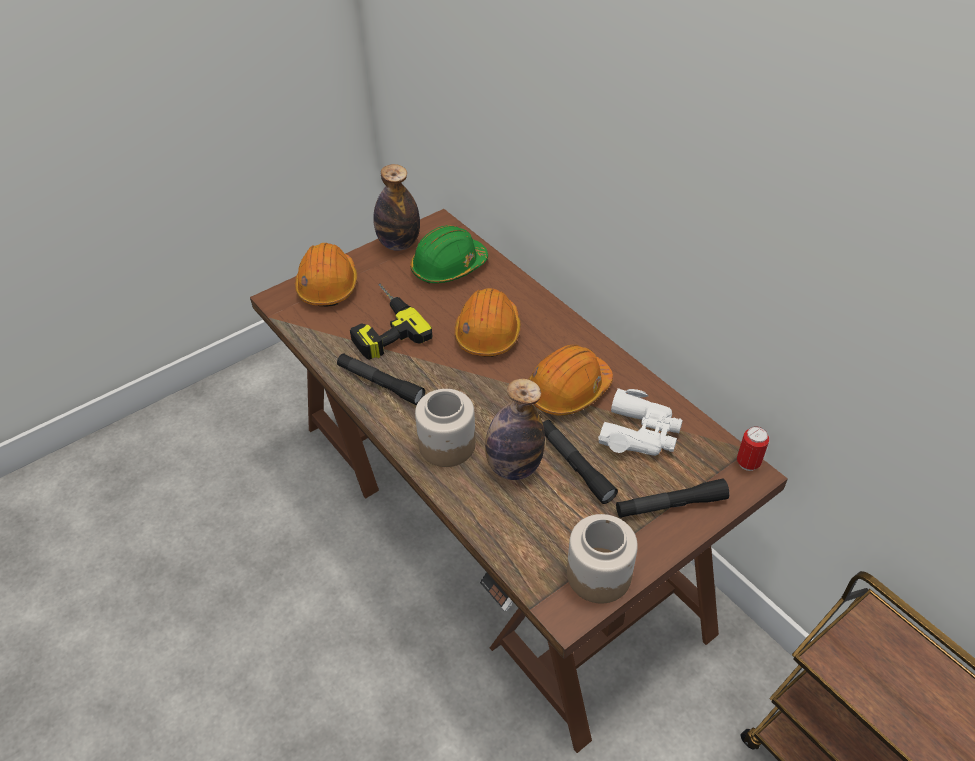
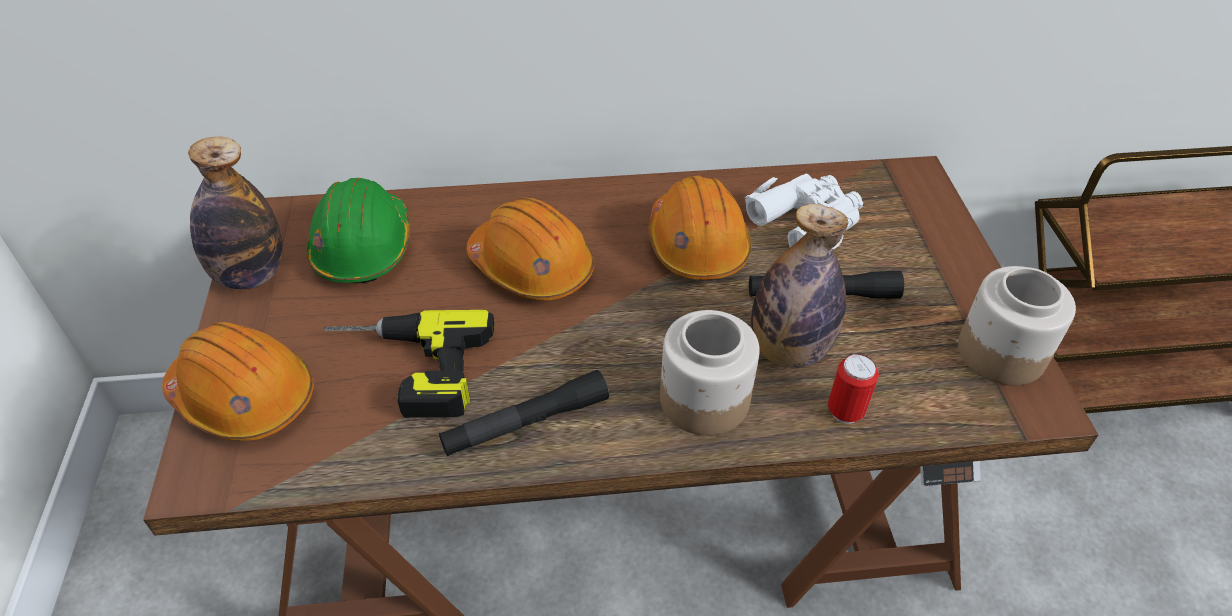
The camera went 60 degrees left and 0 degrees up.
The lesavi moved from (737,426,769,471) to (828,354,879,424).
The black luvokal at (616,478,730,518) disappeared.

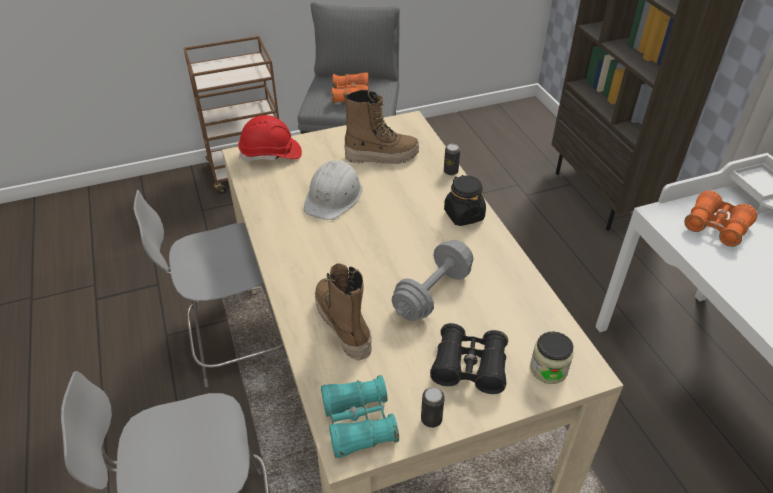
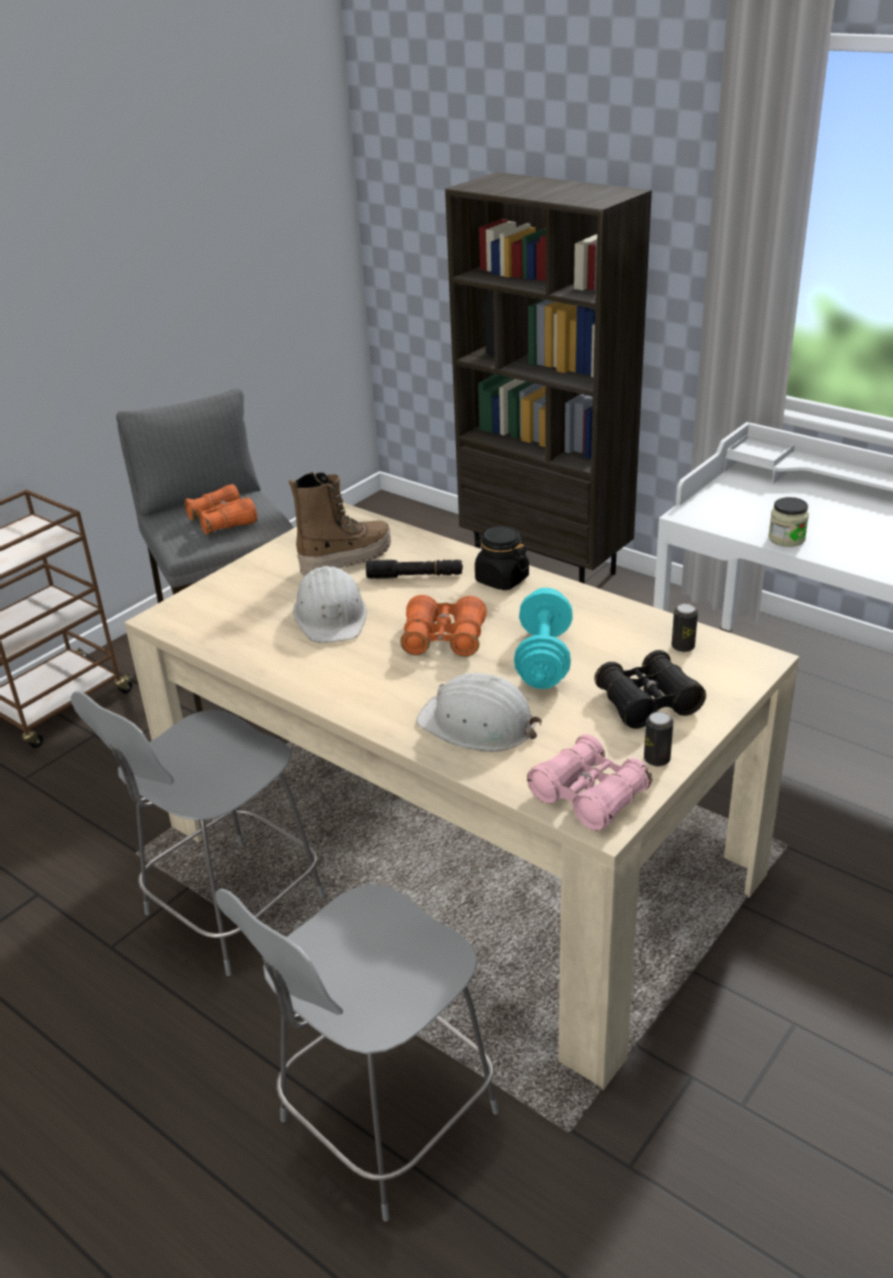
The camera went 30 degrees left and 10 degrees down.
The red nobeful at (238,115,302,162) disappeared.
The lesavi moved from (444,144,460,175) to (672,603,698,652).
The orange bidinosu moved from (684,191,757,247) to (400,595,487,657).
The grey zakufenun at (392,240,474,321) became the turquoise zakufenun at (514,588,573,689).
The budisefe at (315,263,372,361) was replaced by the white nobeful at (416,673,551,752).
The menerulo moved from (530,332,573,384) to (768,497,809,547).
The turquoise bidinosu at (321,375,399,458) became the pink bidinosu at (527,734,652,831).
The black luvokal at (366,559,463,579) appeared.

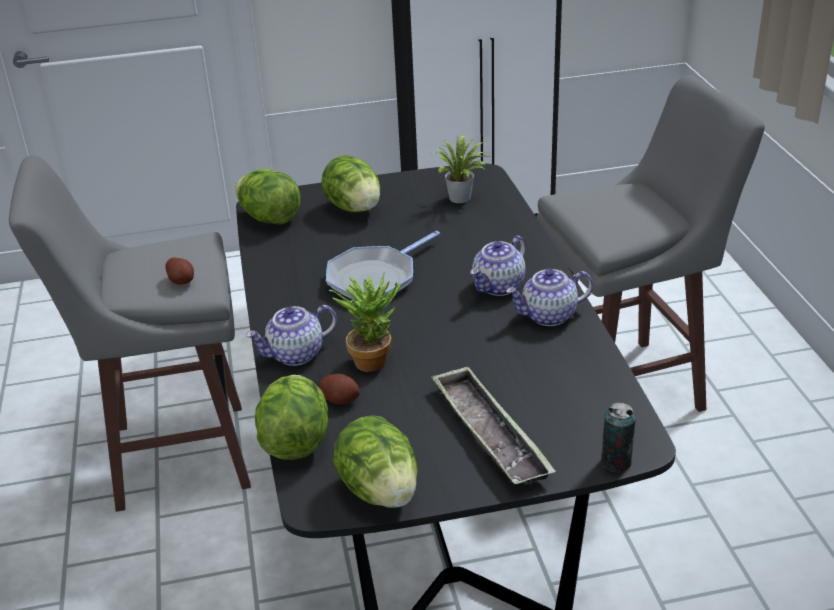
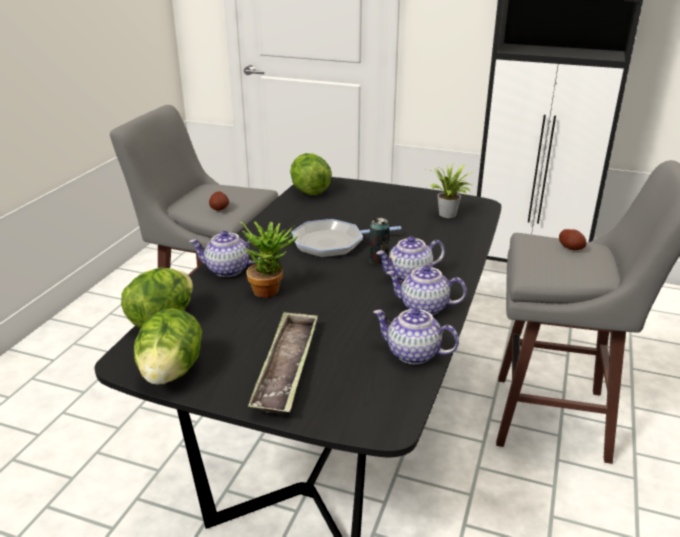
The camera went 30 degrees right and 5 degrees down.
The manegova at (321,155,380,213) disappeared.
The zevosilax moved from (318,374,360,405) to (559,229,587,250).
The lesavi moved from (601,402,636,472) to (369,218,390,265).
The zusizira at (374,308,459,364) appeared.

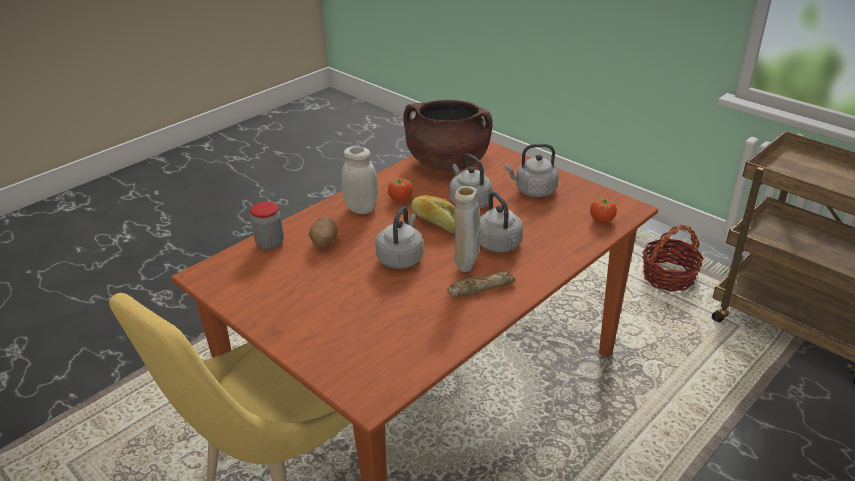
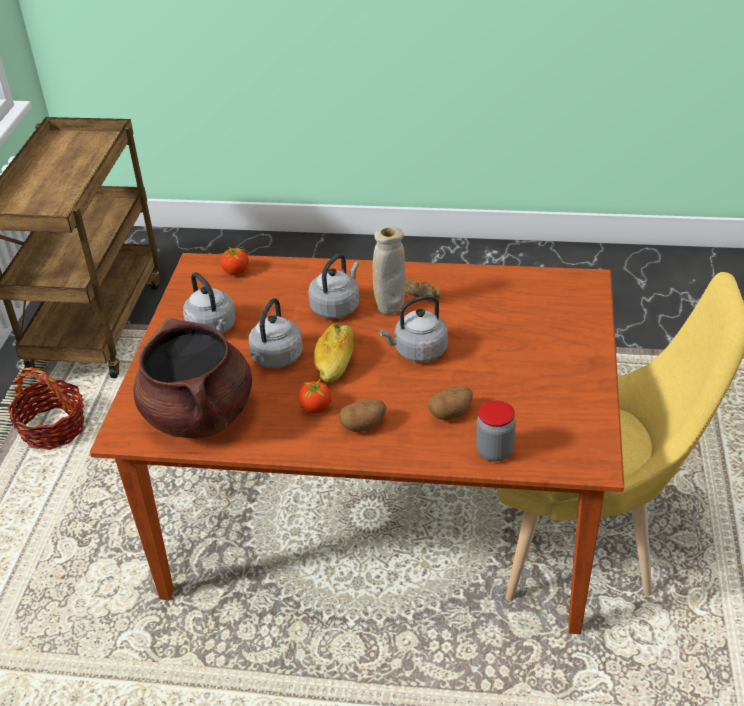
The camera went 125 degrees left and 5 degrees up.
The white menerulo at (342,146,378,214) was replaced by the zevosilax at (339,399,387,432).

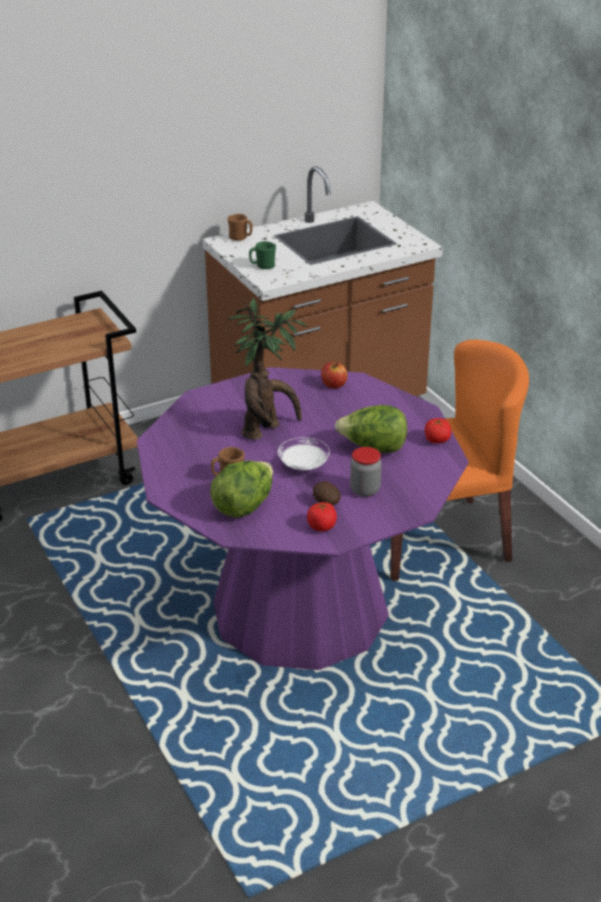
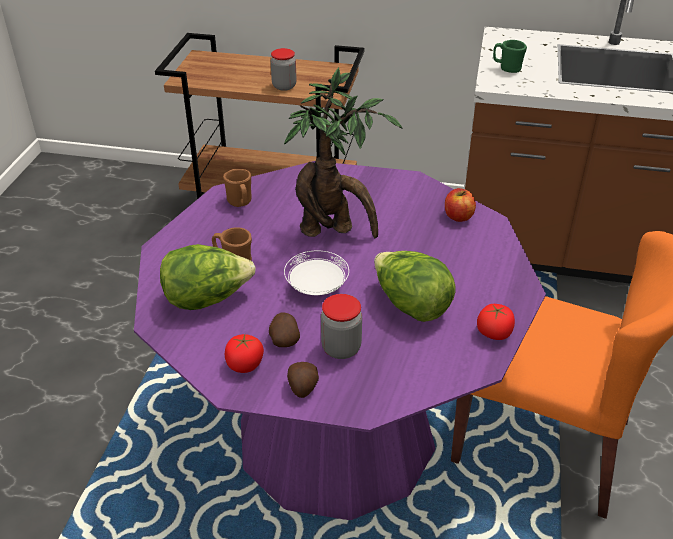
The camera went 40 degrees right and 5 degrees up.
The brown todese moved from (228,214,253,241) to (223,169,252,207).
The menerulo at (271,48,297,91) appeared.
The zevosilax at (287,362,319,398) appeared.

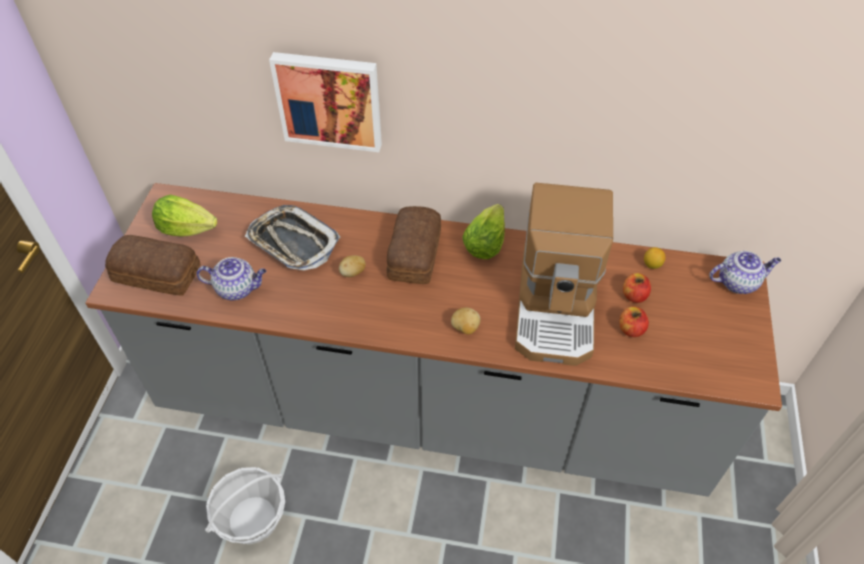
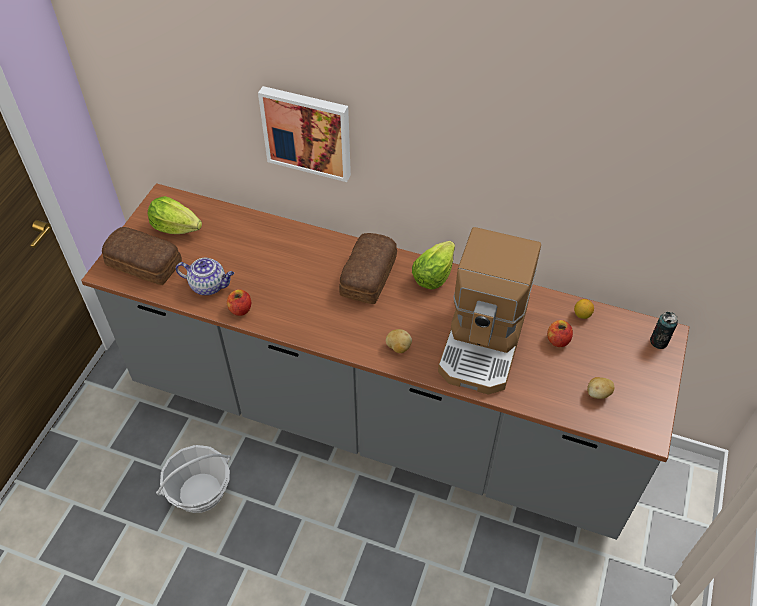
The camera went 10 degrees right and 0 degrees up.
The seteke at (245,205,340,271) disappeared.
The zusizira at (709,251,781,294) was replaced by the lesavi at (650,312,678,349).
The zevosilax moved from (339,256,366,277) to (587,377,614,399).
The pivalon moved from (619,306,649,337) to (227,289,251,316).

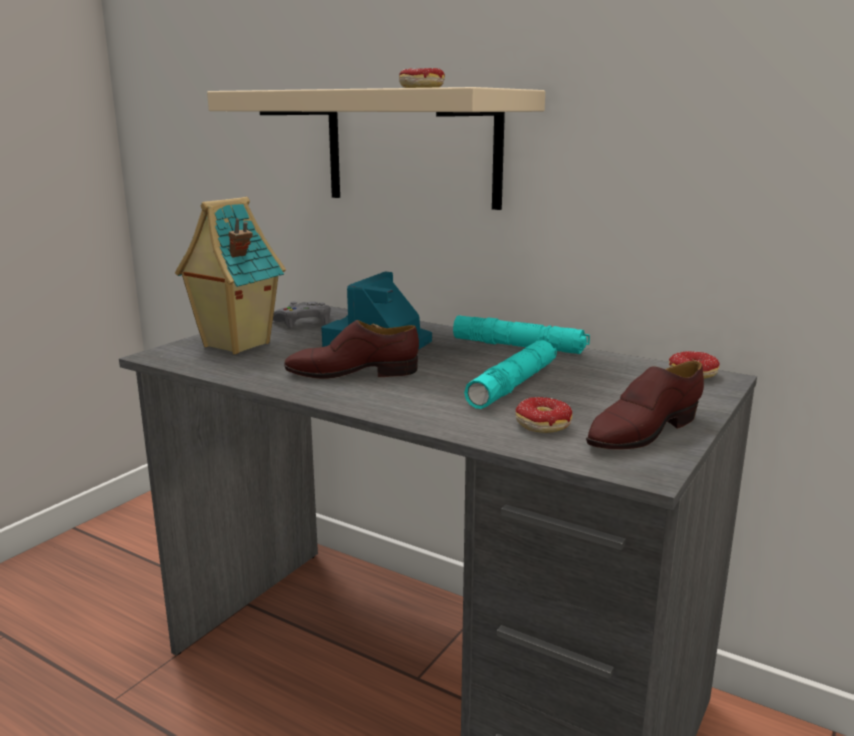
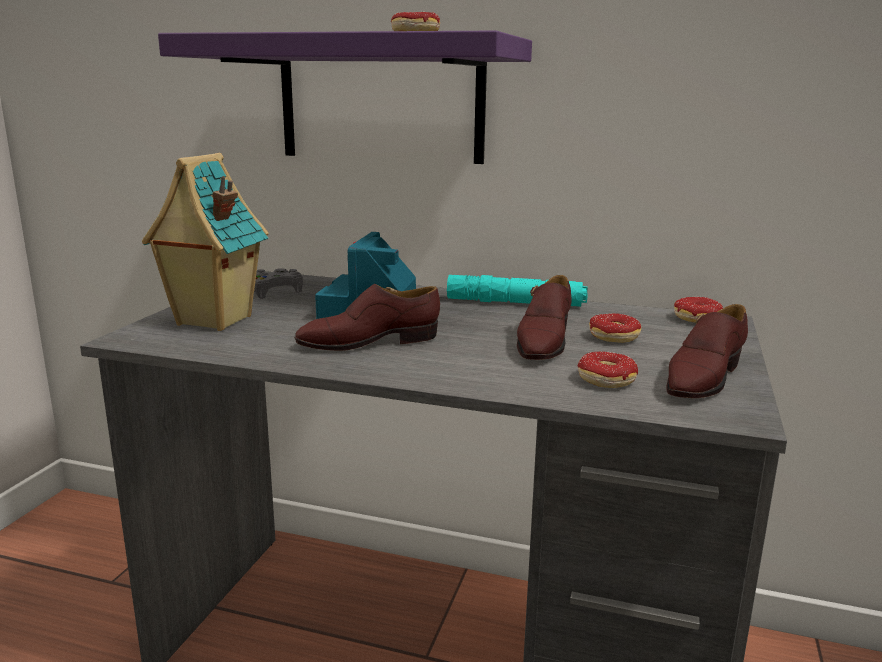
The camera went 15 degrees left and 0 degrees up.
The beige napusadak at (207,87,545,210) became the purple napusadak at (158,31,532,164).
The turquoise luvokal at (464,340,557,409) was replaced by the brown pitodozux at (517,275,572,360).
The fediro at (589,313,641,343) appeared.

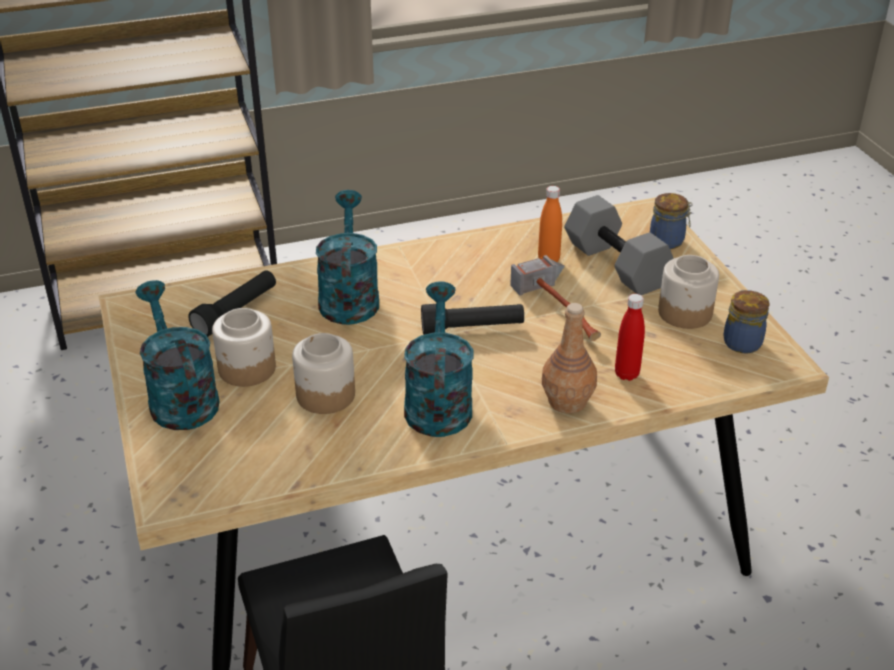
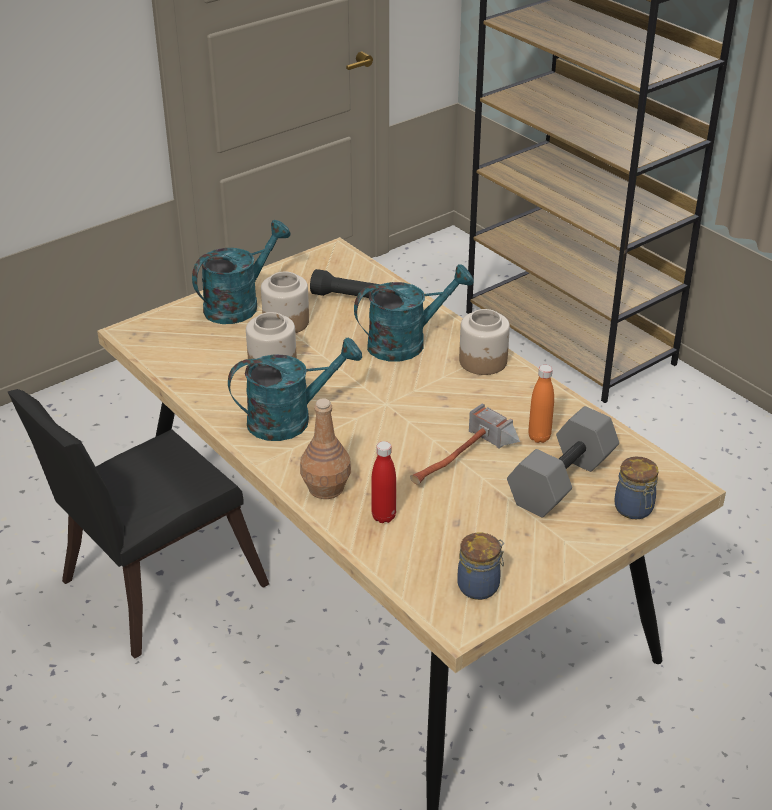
The camera went 70 degrees right and 0 degrees up.
The menerulo moved from (658,255,719,329) to (459,309,510,375).
The black luvokal at (421,304,524,335) disappeared.

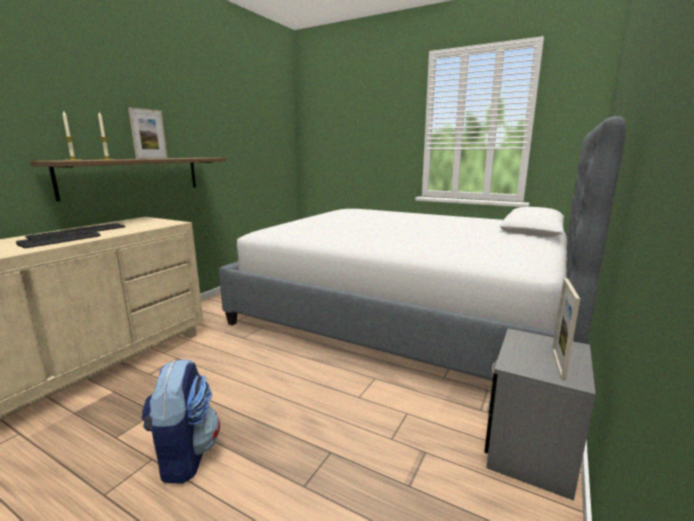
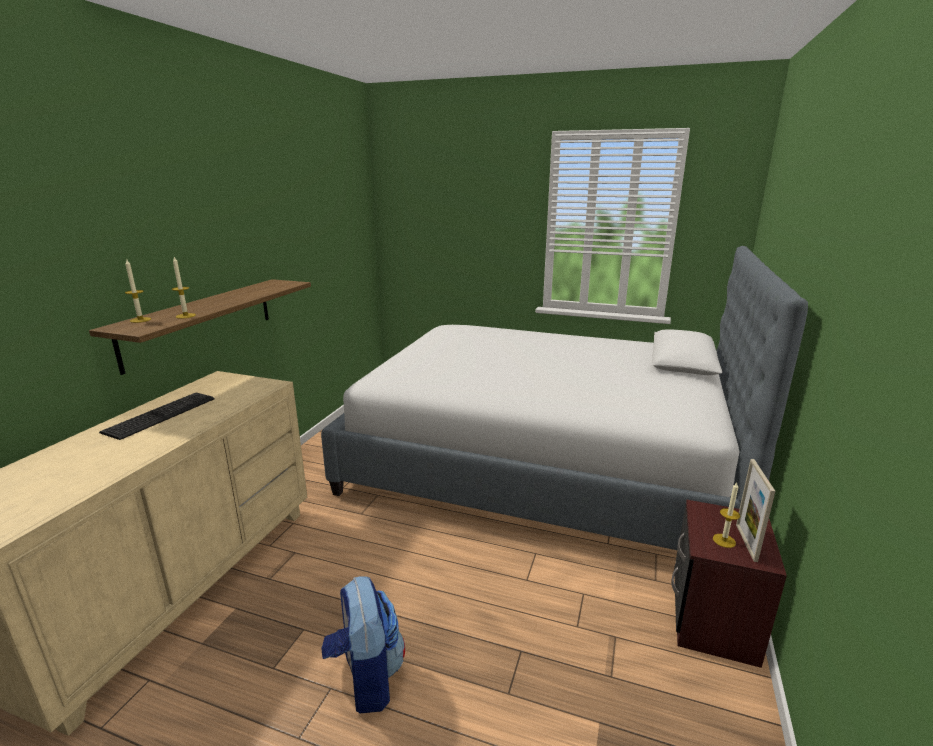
The camera went 10 degrees left and 5 degrees up.
The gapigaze at (128,107,168,159) disappeared.
The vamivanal at (16,230,101,248) disappeared.
The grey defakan at (484,328,596,500) became the brown defakan at (671,500,787,668).
The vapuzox at (713,483,740,548) appeared.

